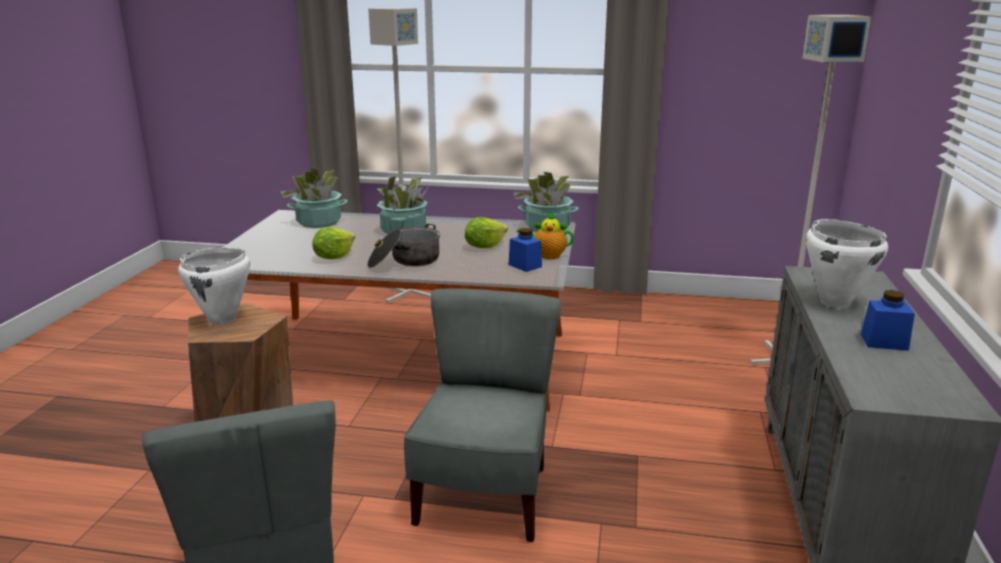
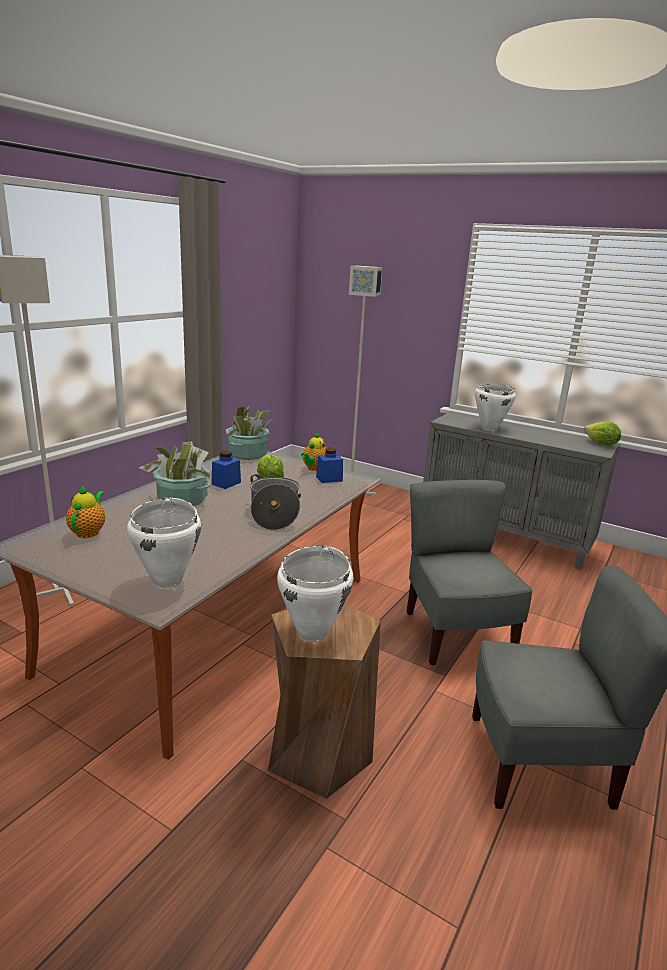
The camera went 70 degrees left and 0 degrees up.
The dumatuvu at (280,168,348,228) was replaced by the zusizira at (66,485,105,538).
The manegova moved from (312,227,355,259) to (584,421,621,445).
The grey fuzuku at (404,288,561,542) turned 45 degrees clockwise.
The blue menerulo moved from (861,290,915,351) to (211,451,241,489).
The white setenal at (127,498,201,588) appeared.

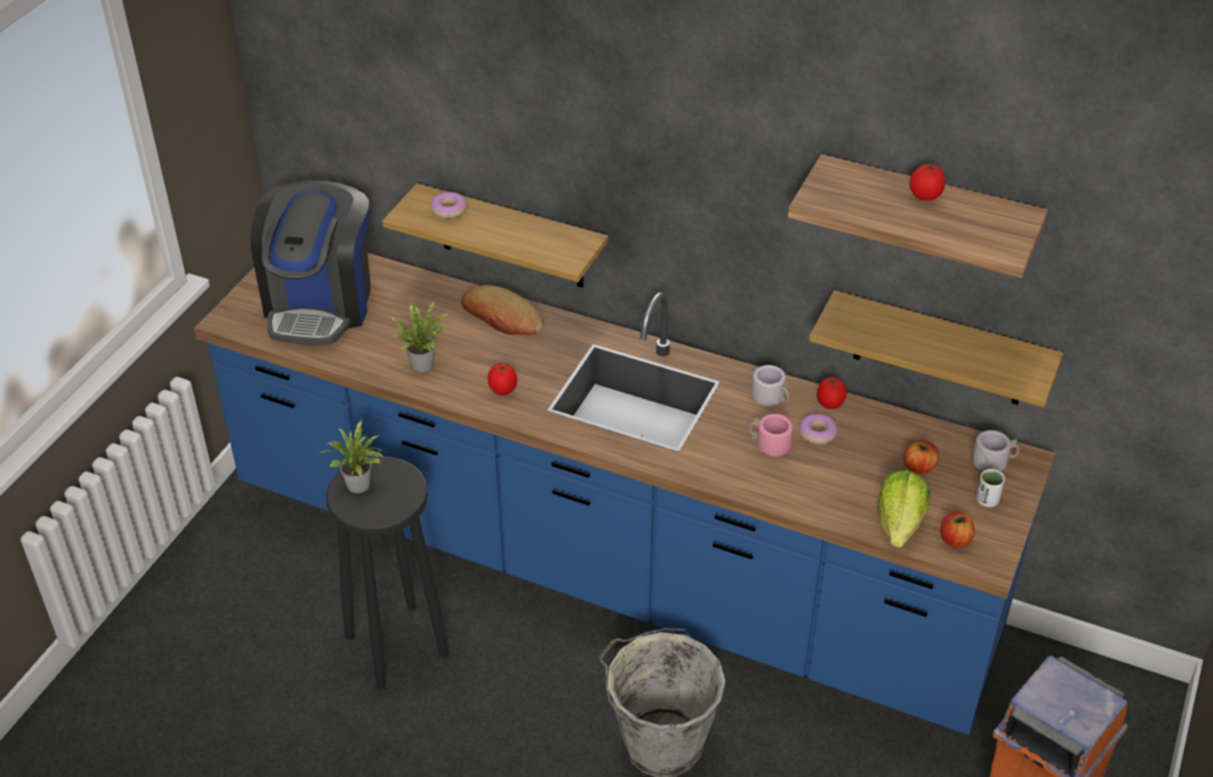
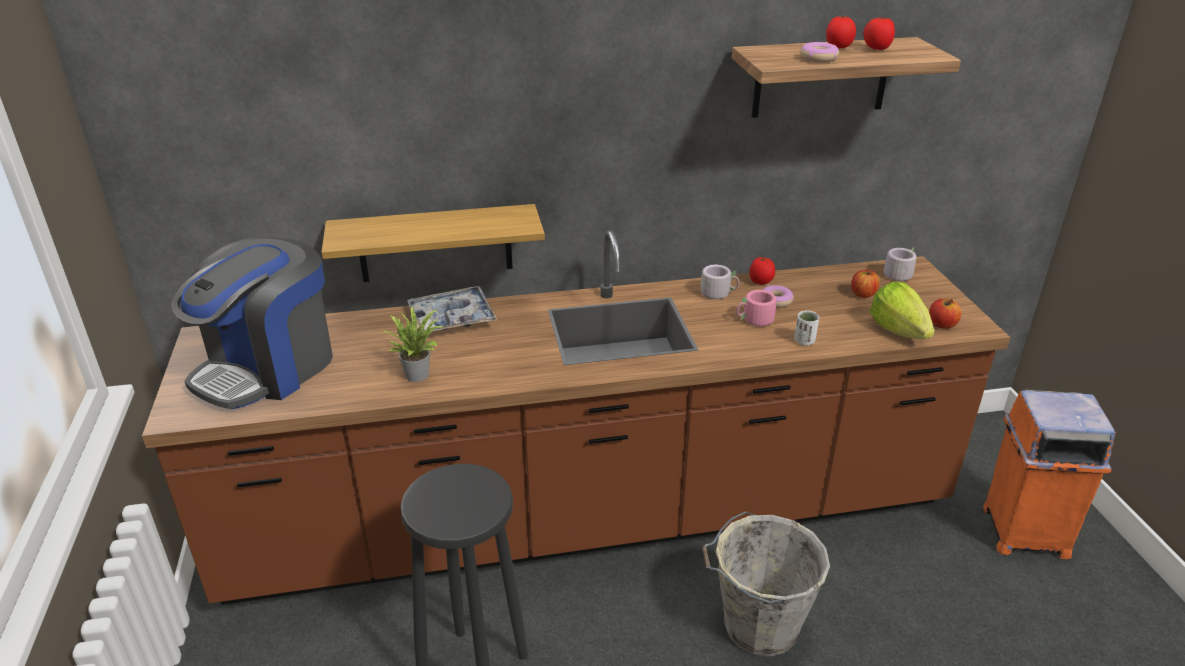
The camera went 35 degrees left and 10 degrees down.
The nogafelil at (251,180,371,345) turned 60 degrees clockwise.
The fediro moved from (430,192,467,219) to (800,42,839,63).
The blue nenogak at (194,253,1055,735) became the brown nenogak at (142,230,1011,605).
The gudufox at (461,285,543,335) was replaced by the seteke at (407,286,497,331).
The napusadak at (809,290,1063,407) disappeared.
The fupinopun moved from (488,363,517,395) to (863,17,895,50).
The dumatuvu at (318,419,385,493) disappeared.
The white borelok moved from (976,469,1005,507) to (794,311,819,346).

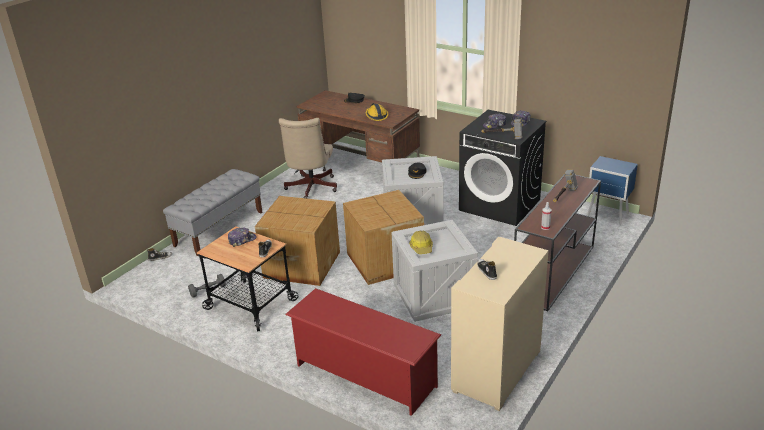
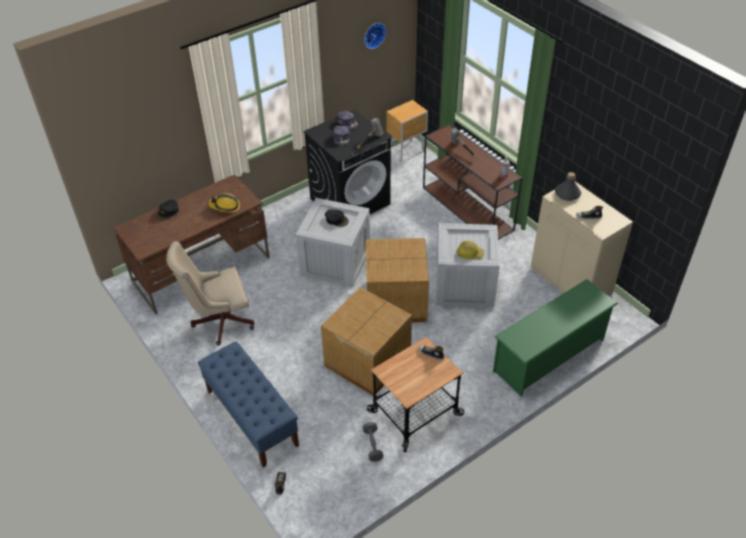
The camera went 70 degrees left and 15 degrees up.
The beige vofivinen at (279,118,337,199) turned 135 degrees clockwise.
The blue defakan at (587,156,638,225) became the brown defakan at (386,100,428,162).
The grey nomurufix at (163,169,263,256) became the blue nomurufix at (198,341,299,468).
The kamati at (228,228,257,247) disappeared.
The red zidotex at (285,288,441,416) became the green zidotex at (493,279,618,396).
The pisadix at (364,23,386,49) appeared.
The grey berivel at (555,172,581,201) appeared.

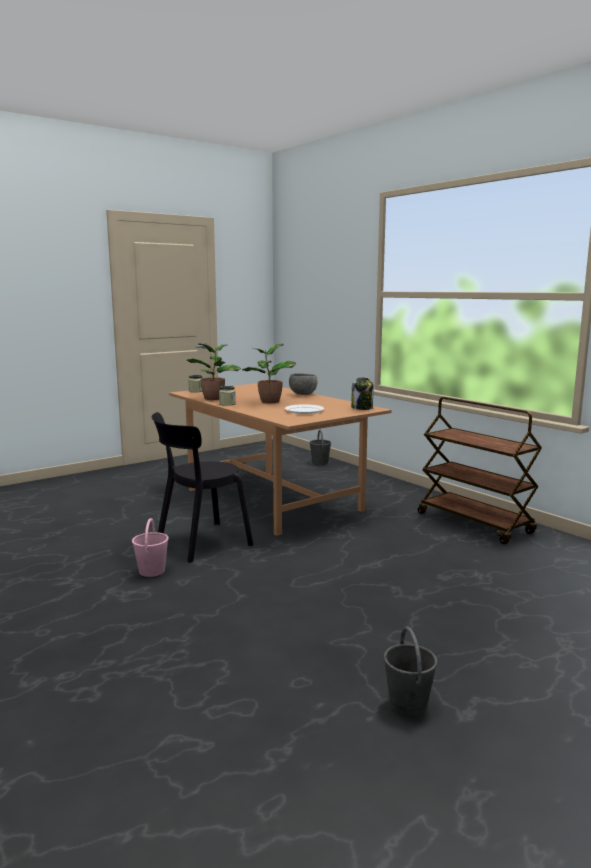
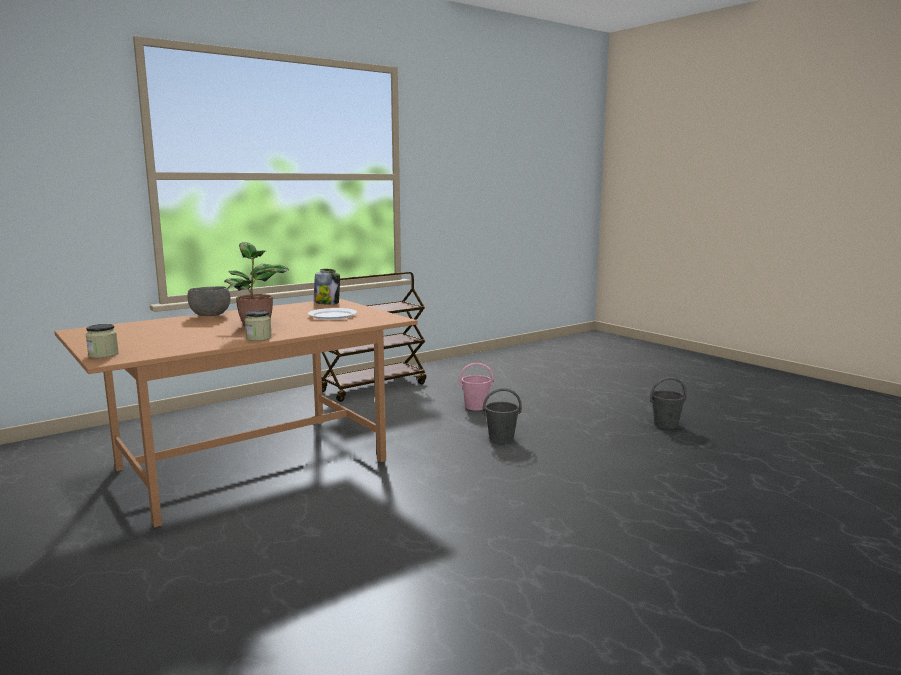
The camera went 90 degrees left and 0 degrees up.
The dumatuvu at (186,343,241,400) disappeared.
The black fuzuku at (152,412,253,563) disappeared.
The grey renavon moved from (309,430,331,465) to (482,388,522,443).
The pink renavon moved from (132,518,169,577) to (459,363,494,411).

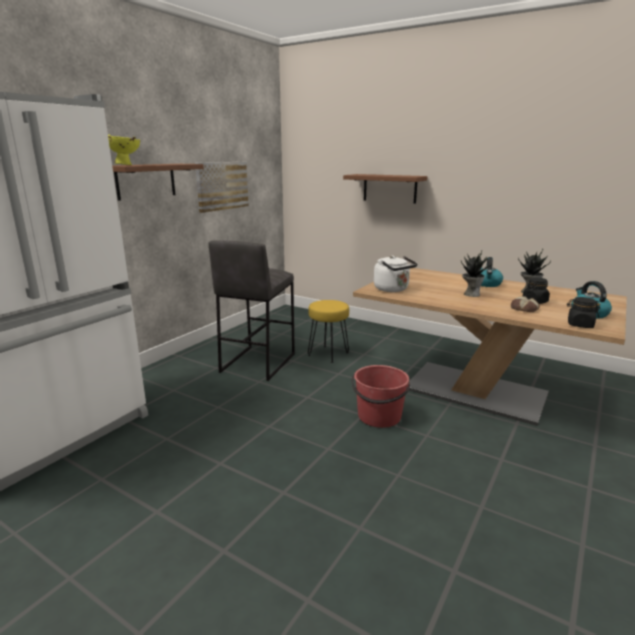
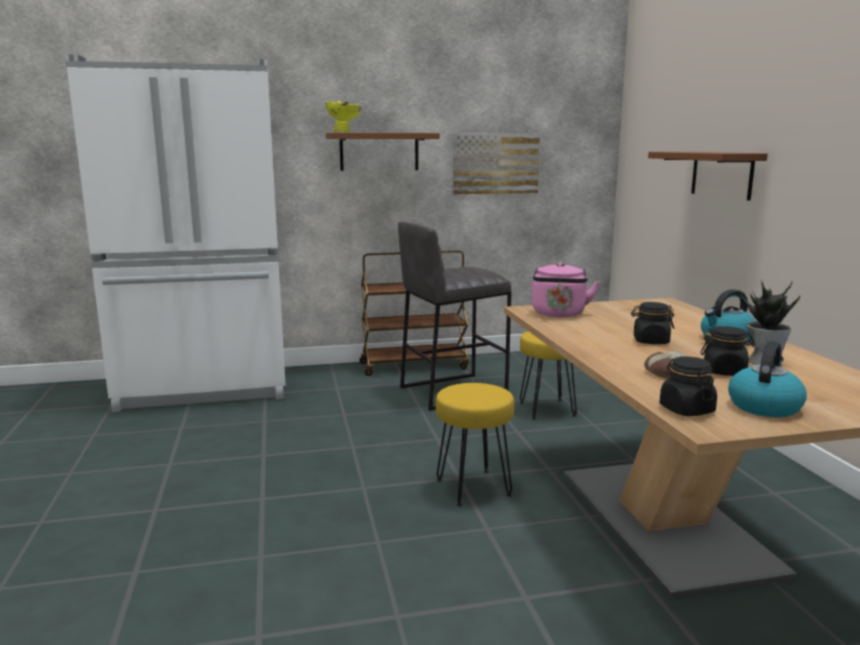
The camera went 45 degrees right and 5 degrees down.
The dumatuvu at (461,250,493,297) was replaced by the black menerulo at (631,302,675,344).
The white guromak at (374,255,418,292) became the pink guromak at (532,262,599,317).
The red renavon at (351,365,410,428) was replaced by the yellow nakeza at (436,383,515,507).
The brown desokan at (359,250,469,376) appeared.

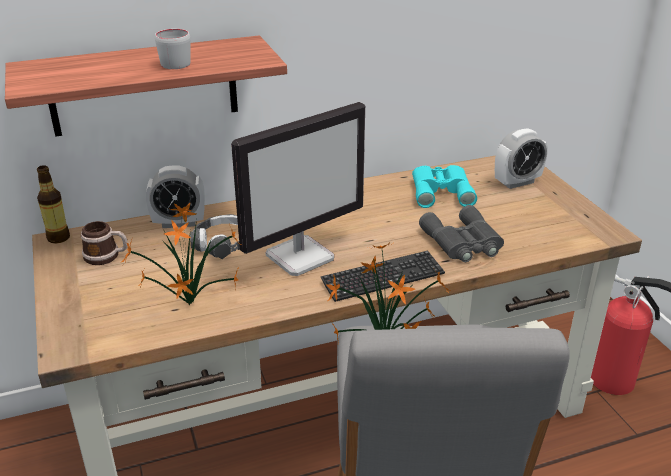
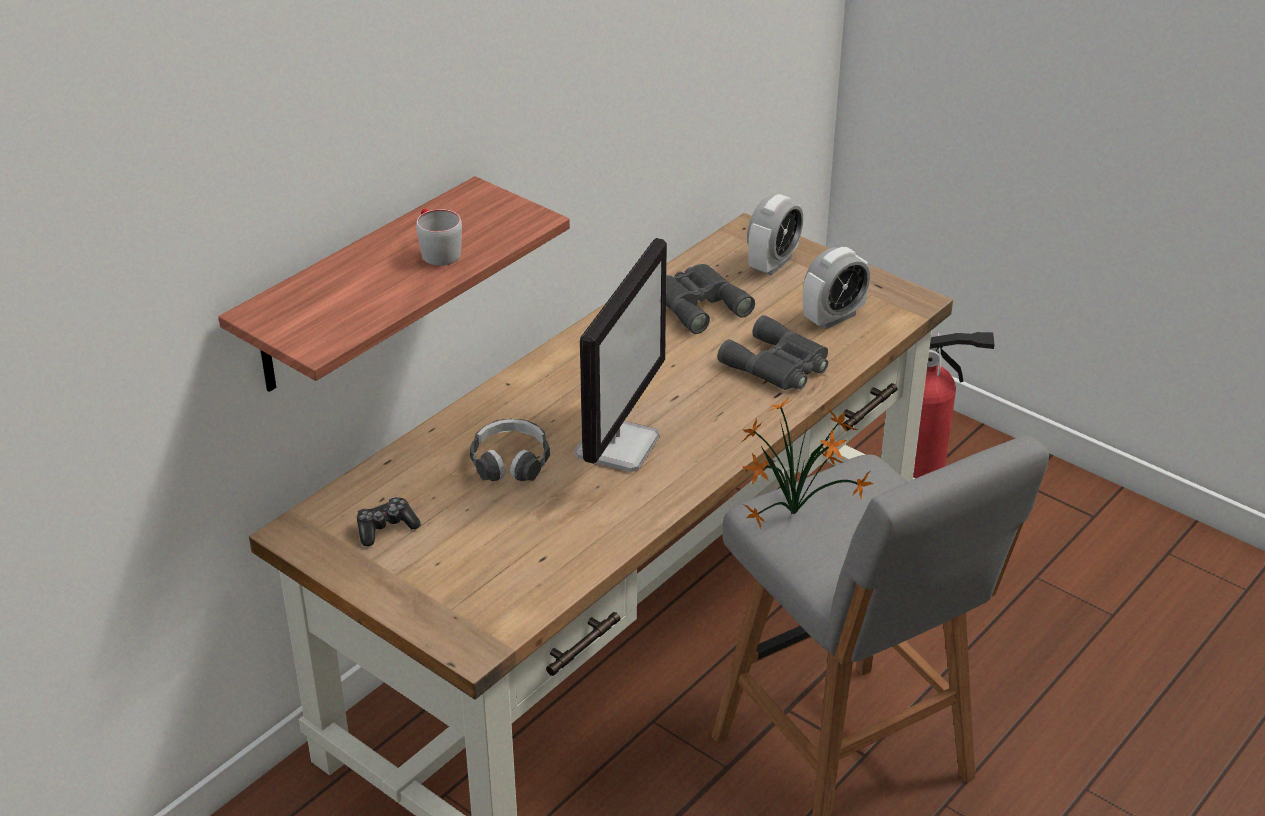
The camera went 30 degrees left and 5 degrees up.
The berivel at (37,165,70,244) disappeared.
The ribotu moved from (146,165,205,228) to (803,247,870,329).
The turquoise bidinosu at (412,165,477,208) became the grey bidinosu at (666,264,755,334).
The dumatuvu at (122,203,241,305) disappeared.
The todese at (81,221,128,265) was replaced by the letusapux at (357,497,421,546).
The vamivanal at (320,251,445,302) disappeared.

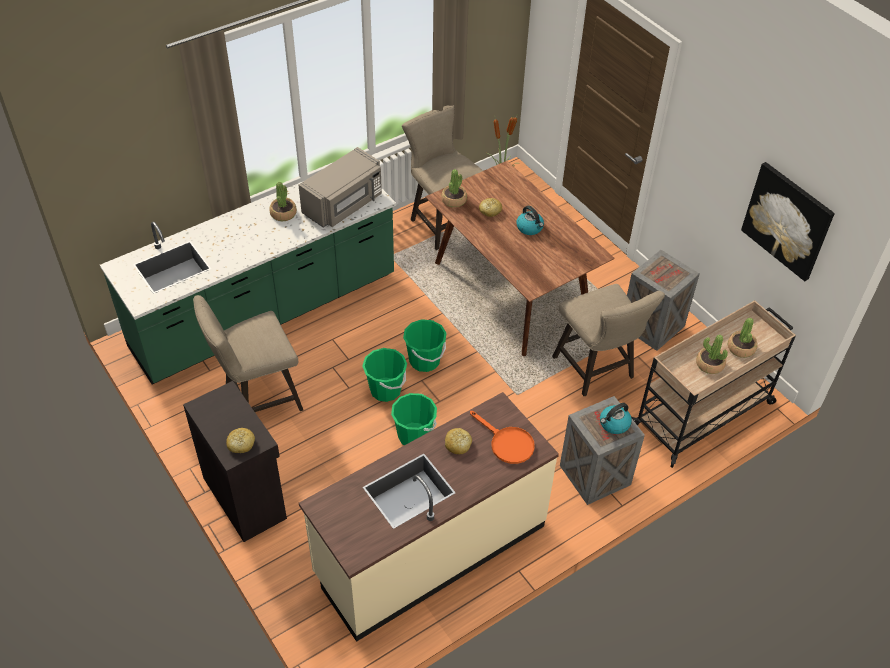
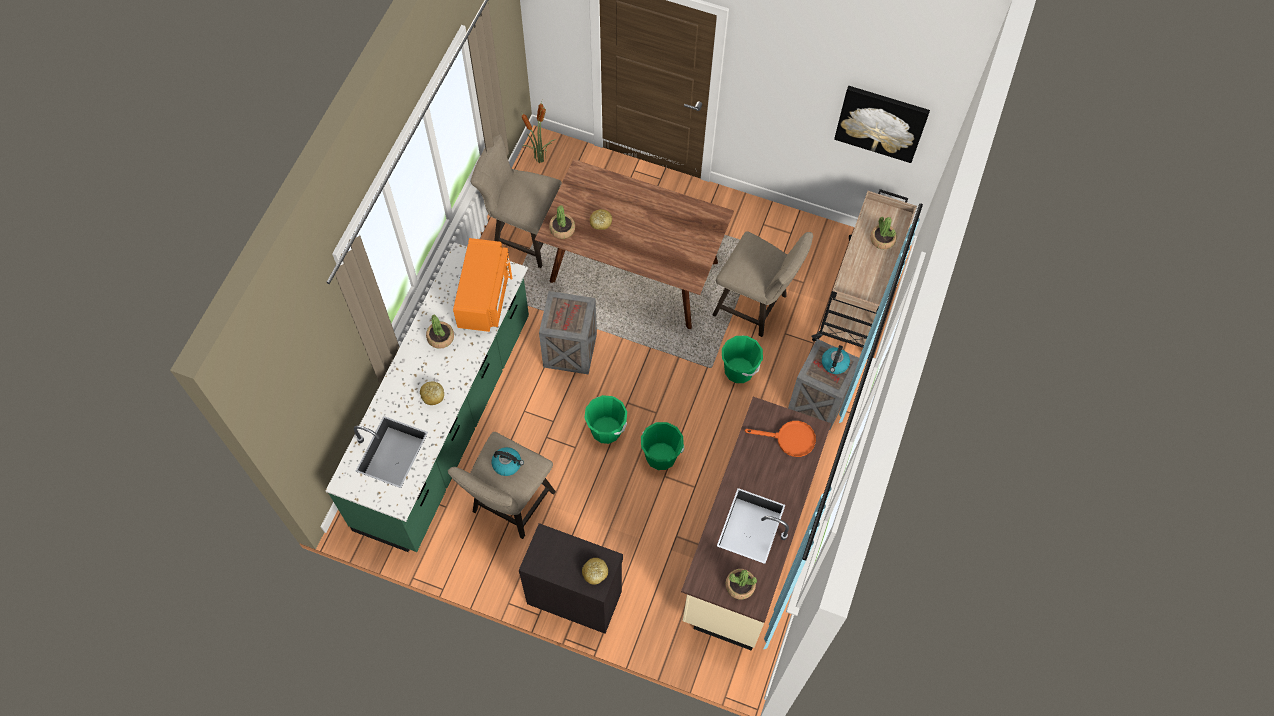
The camera went 35 degrees left and 15 degrees up.
The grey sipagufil at (298,147,382,228) became the orange sipagufil at (453,238,512,332).
The guromak moved from (516,206,544,235) to (492,447,524,476).
The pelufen moved from (627,250,700,351) to (539,291,597,375).
The green renavon moved from (403,319,446,372) to (722,336,763,383).
The dumatuvu moved from (696,335,728,374) to (725,569,757,599).
The gudufox moved from (445,428,472,454) to (420,381,444,405).

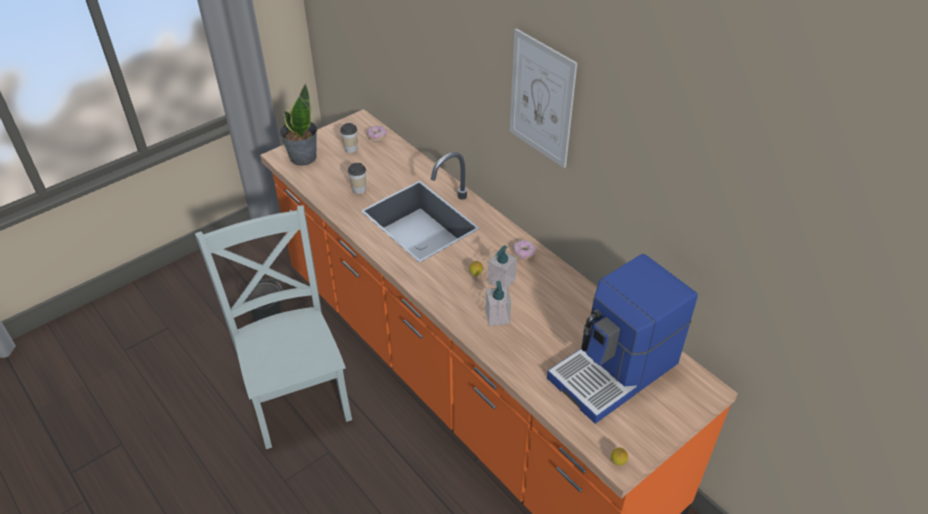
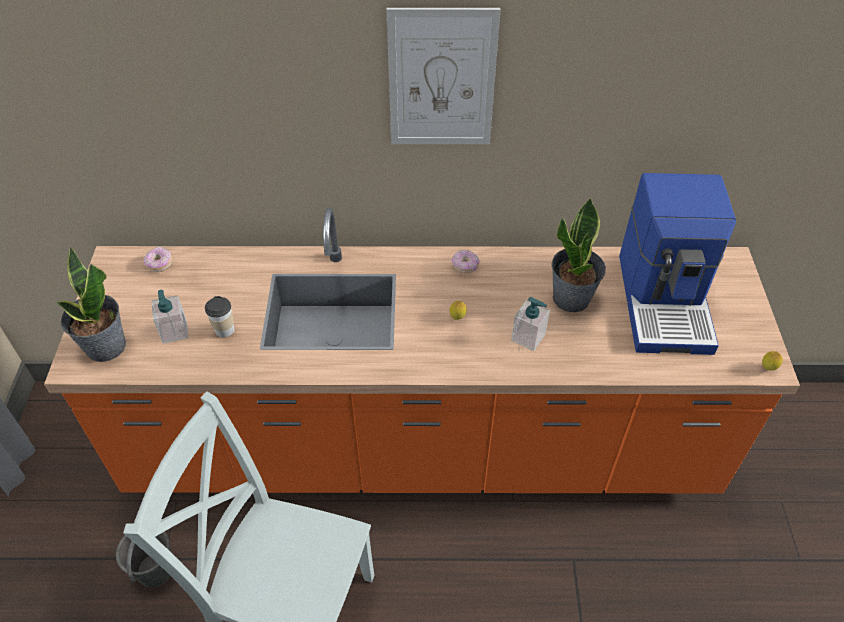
The camera went 50 degrees left and 5 degrees up.
The borelok at (340,123,357,153) disappeared.
The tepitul moved from (488,245,517,287) to (151,290,189,344).
The dumatuvu at (552,198,606,312) appeared.

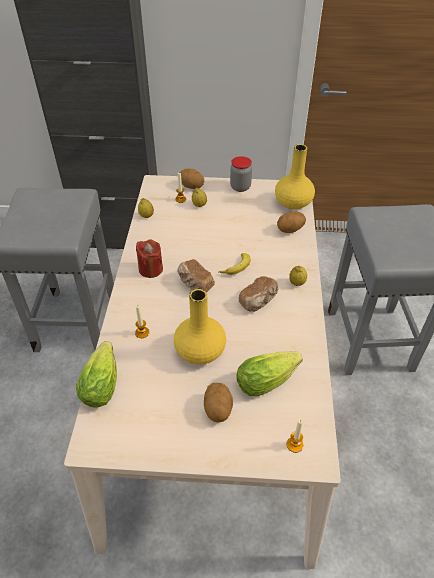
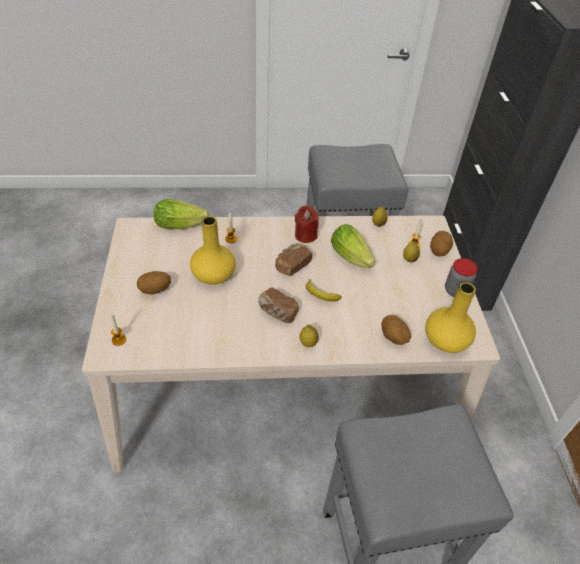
The camera went 80 degrees right and 0 degrees up.
The manegova moved from (237,352,303,396) to (331,224,375,268).

